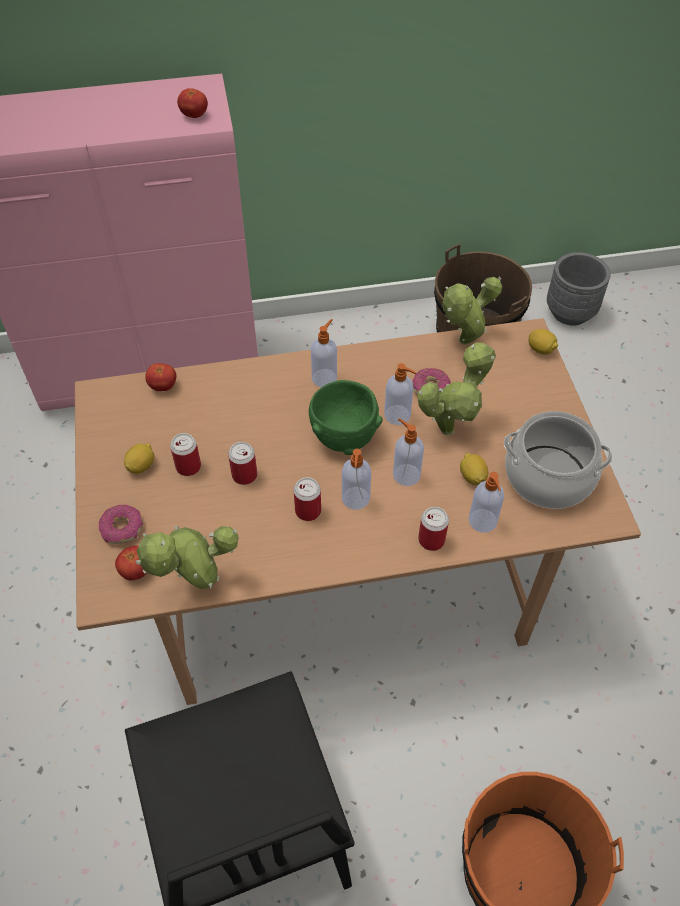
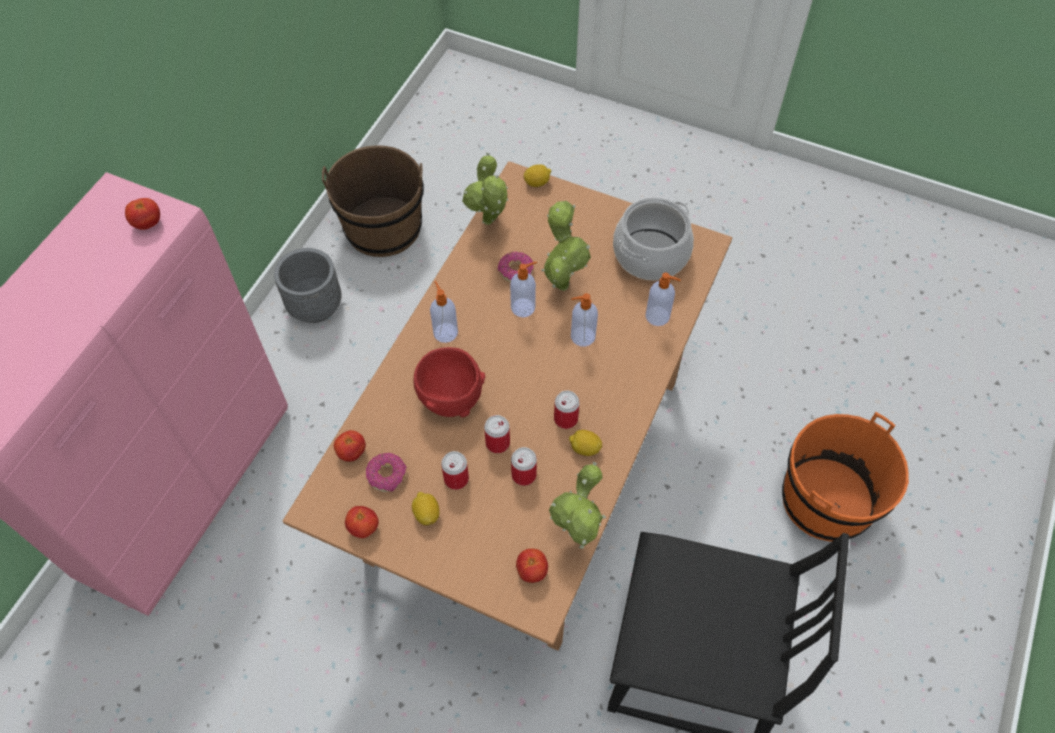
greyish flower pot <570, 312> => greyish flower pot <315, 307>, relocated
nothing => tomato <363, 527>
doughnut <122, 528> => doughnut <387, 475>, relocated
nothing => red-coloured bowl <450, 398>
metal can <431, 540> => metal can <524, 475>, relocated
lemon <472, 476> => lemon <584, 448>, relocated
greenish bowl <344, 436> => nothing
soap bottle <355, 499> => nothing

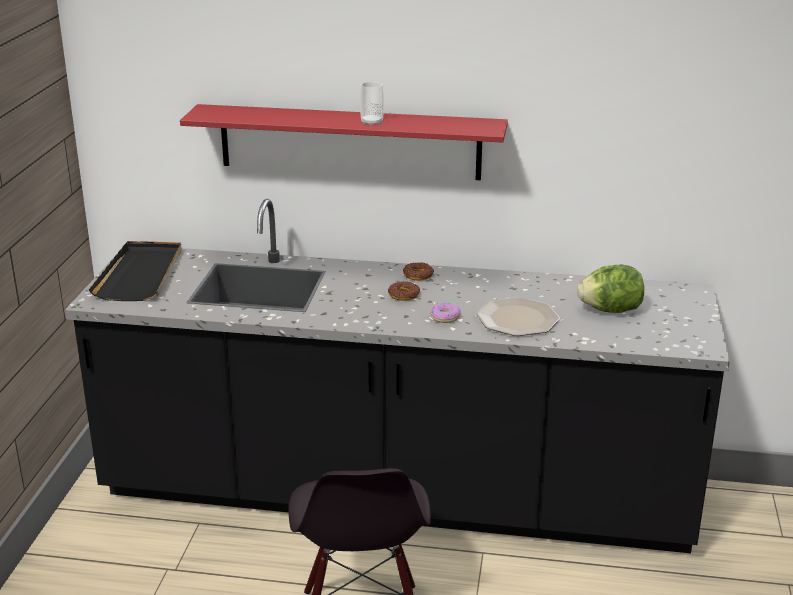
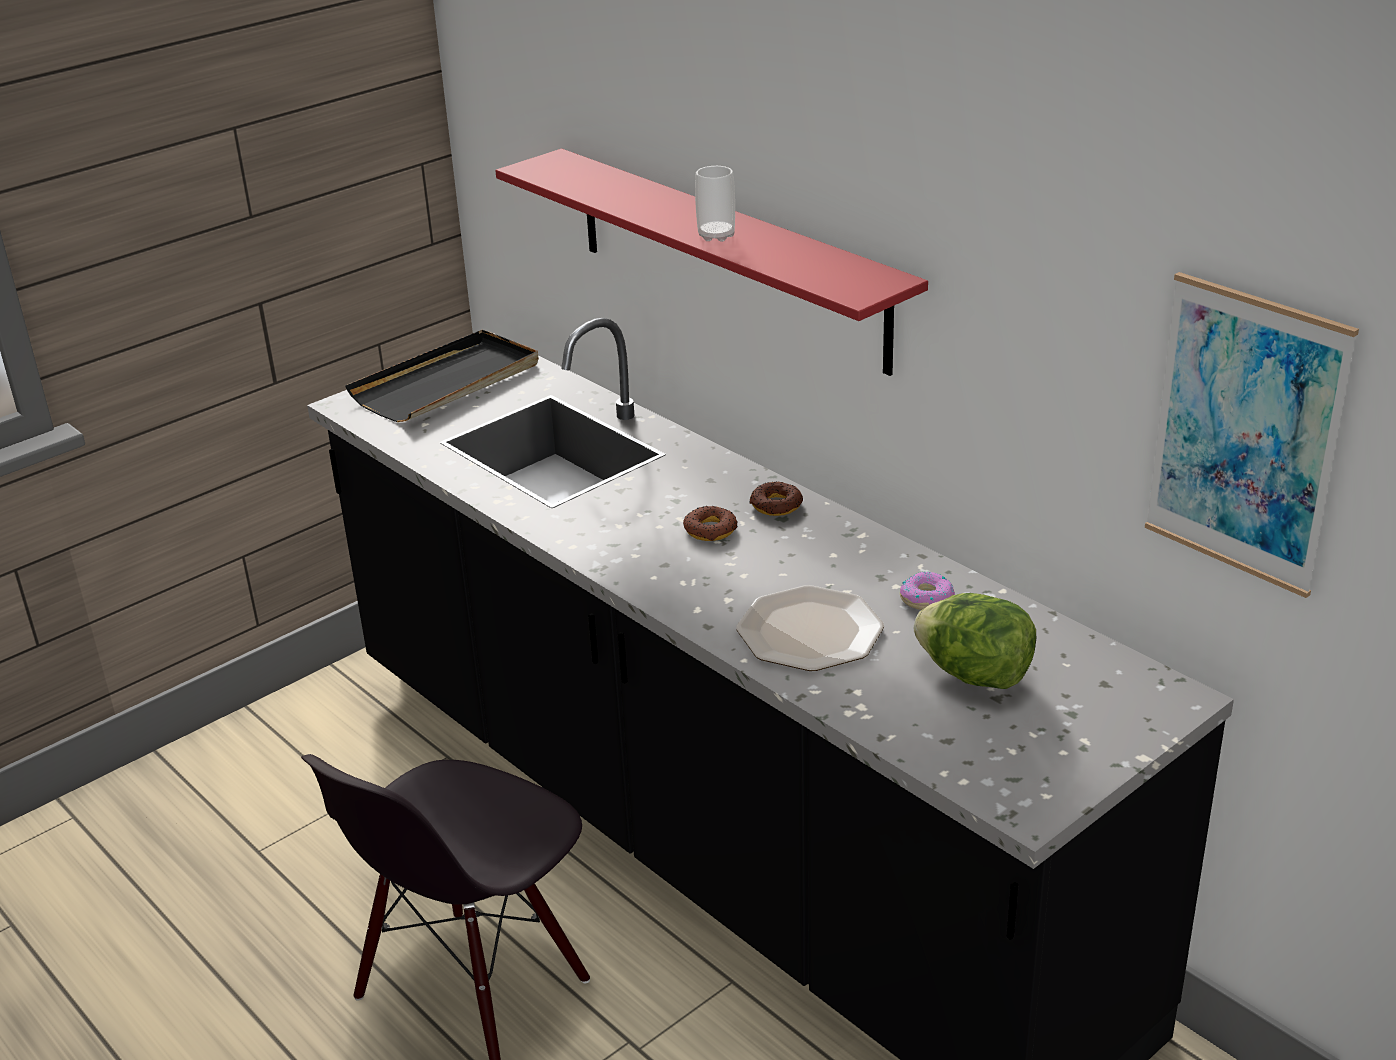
doughnut <445, 317> => doughnut <926, 598>, relocated
nothing => picture <1245, 435>

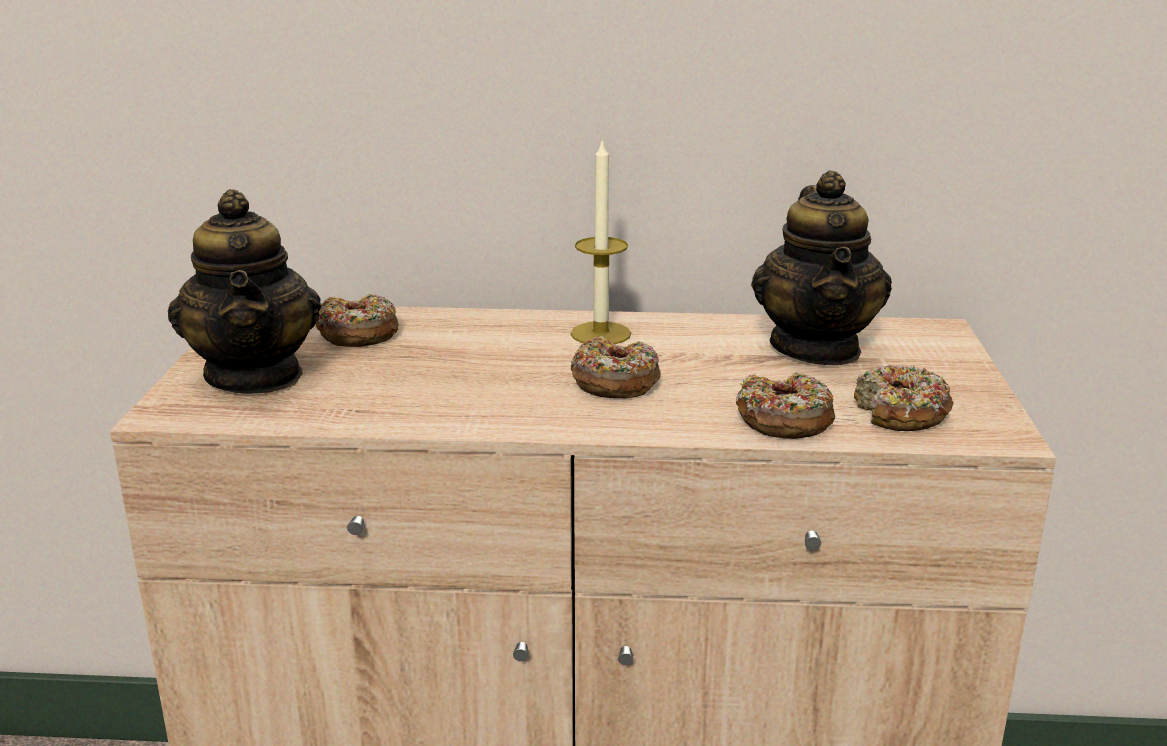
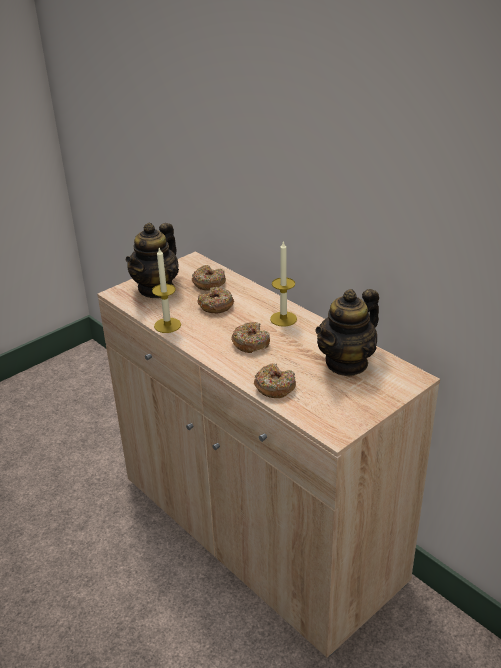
nothing => candle <167, 325>
doughnut <900, 413> => doughnut <216, 306>, relocated

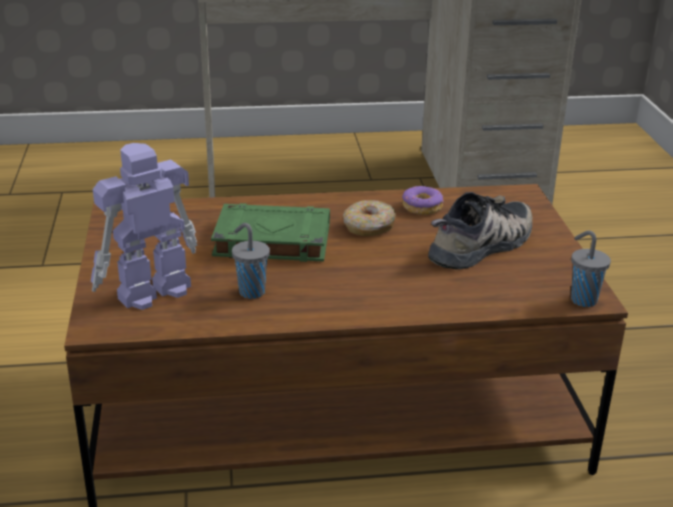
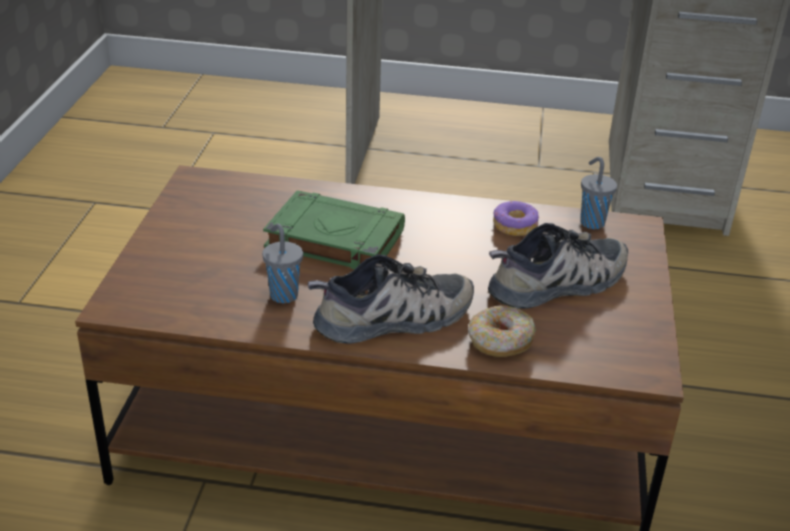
nothing => shoe <394, 319>
doughnut <369, 227> => doughnut <500, 341>, relocated
greyish cup <582, 299> => greyish cup <591, 222>, relocated
toy robot <151, 292> => nothing

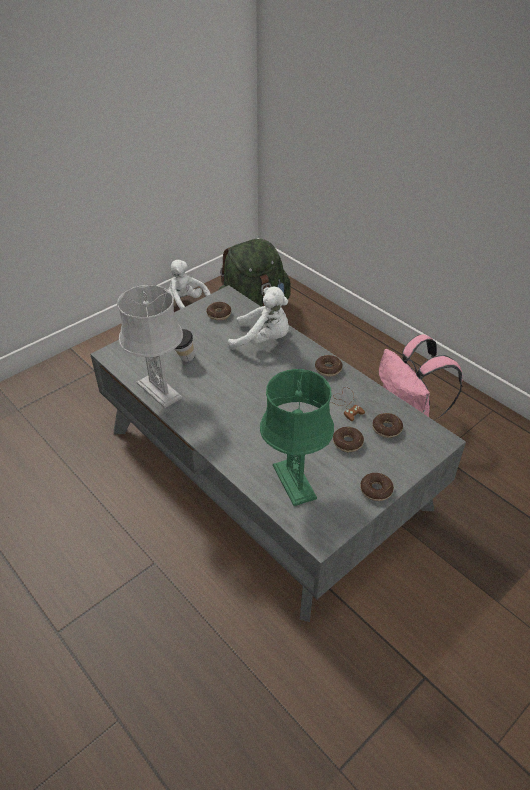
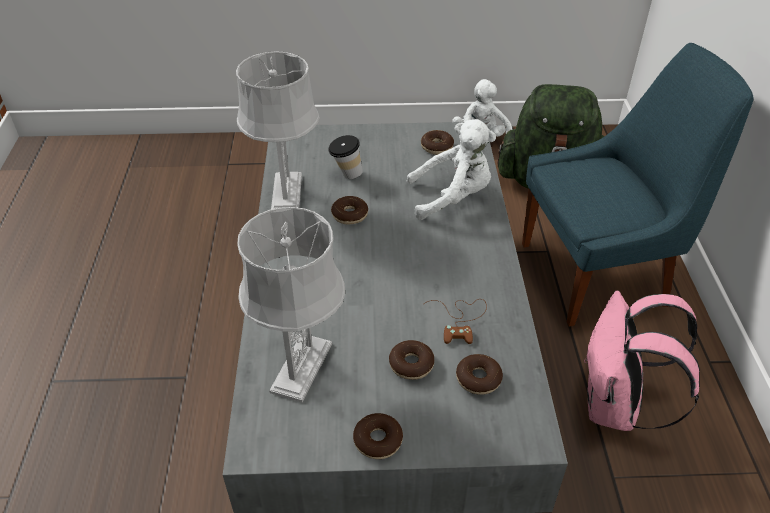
greenish table lamp <293, 481> => greyish table lamp <301, 367>
doughnut <328, 369> => doughnut <349, 215>, relocated
white-coloured cuddly toy <263, 340> => white-coloured cuddly toy <452, 197>, 60 degrees counterclockwise
nothing => blue-coloured plain chair <598, 273>

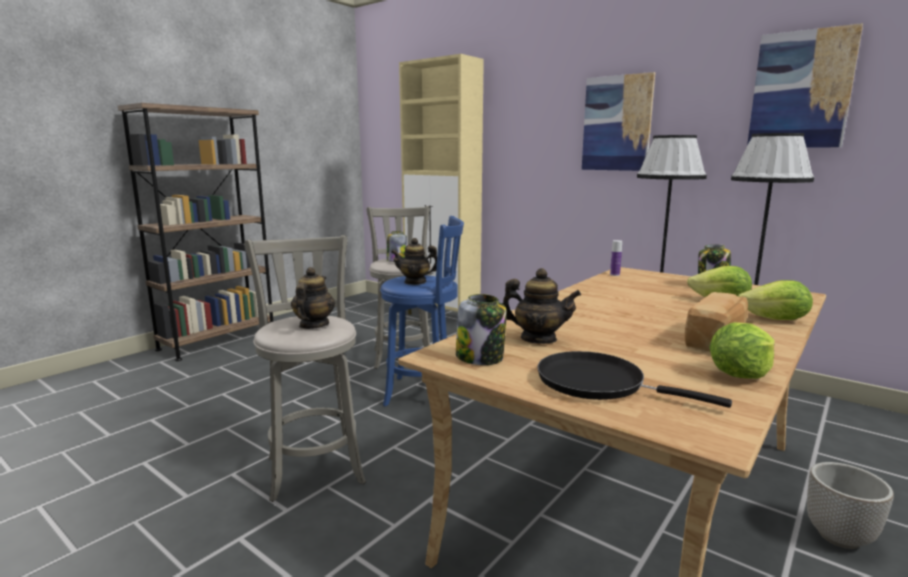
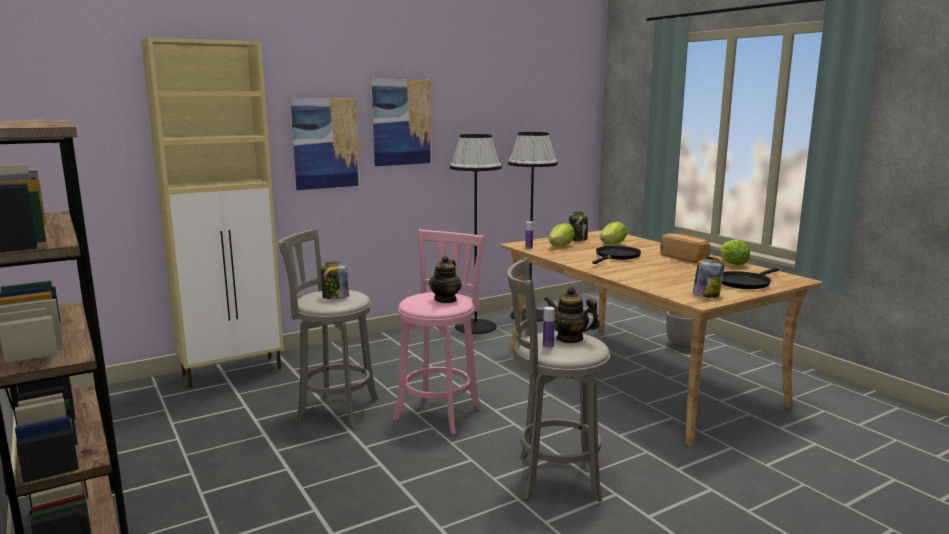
picture <801, 90> => picture <325, 143>, relocated
blue-coloured sitting stool <424, 393> => pink-coloured sitting stool <440, 412>
nothing => beverage bottle <548, 346>
lettuce <775, 320> => lettuce <561, 246>, relocated
nothing => black-coloured frying pan <616, 256>
tea pot <538, 339> => nothing

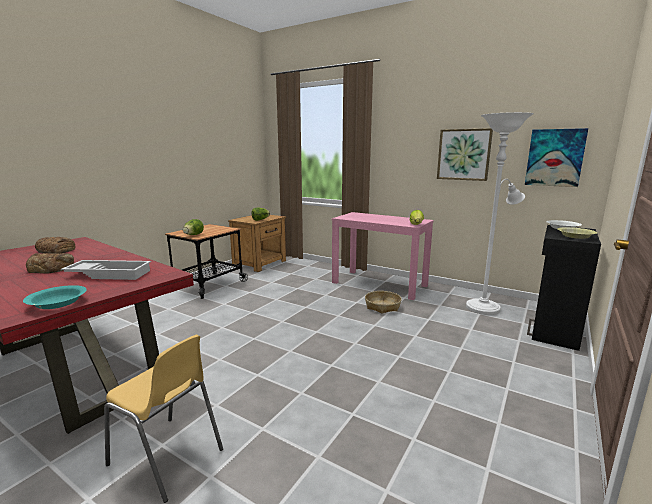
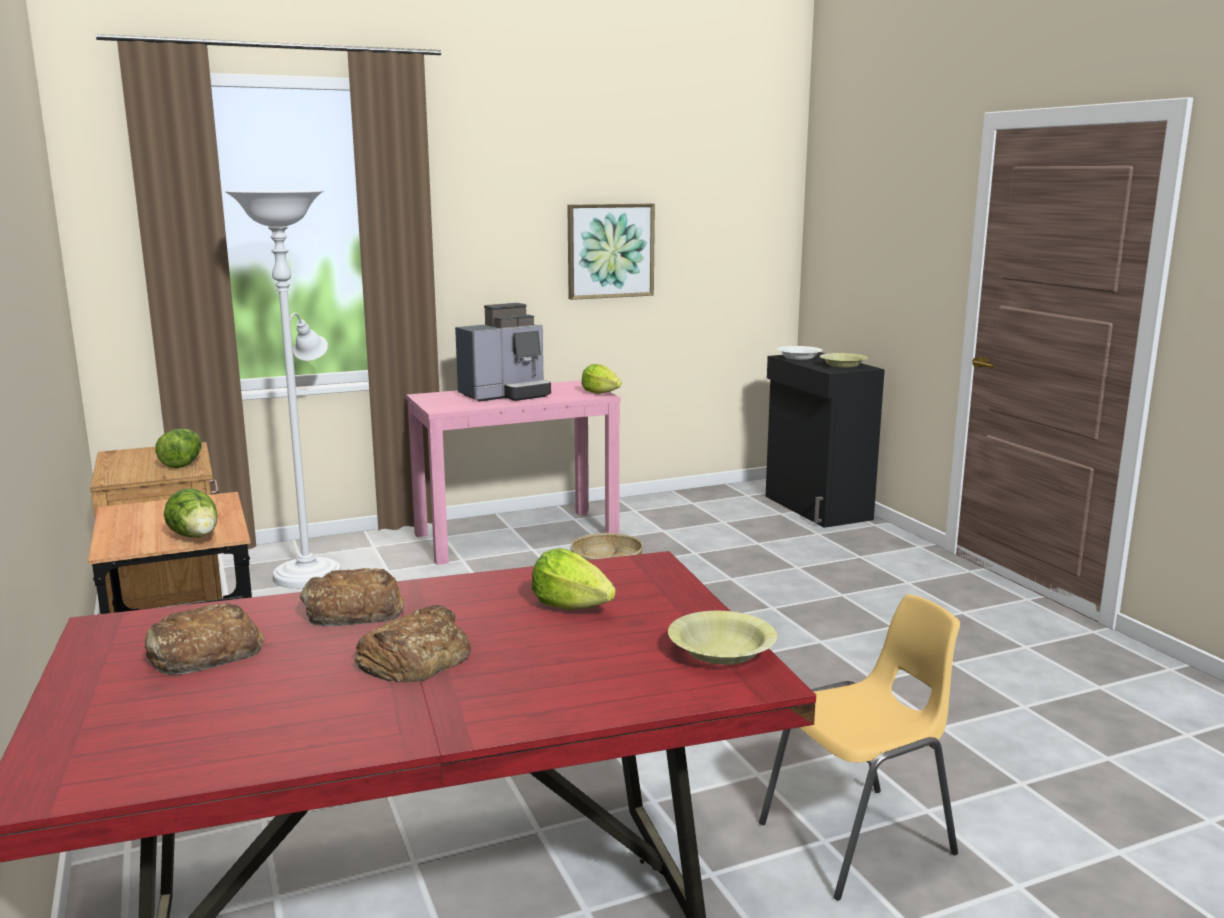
white-coloured standard lamp <485, 307> => white-coloured standard lamp <310, 572>, relocated
nothing => baked bread <353, 610>
nothing => coffee brewer <506, 395>
white-coloured serving tray <110, 274> => lettuce <571, 606>
turquoise-coloured bowl <57, 303> => yellow-coloured bowl <721, 652>
picture <554, 157> => nothing

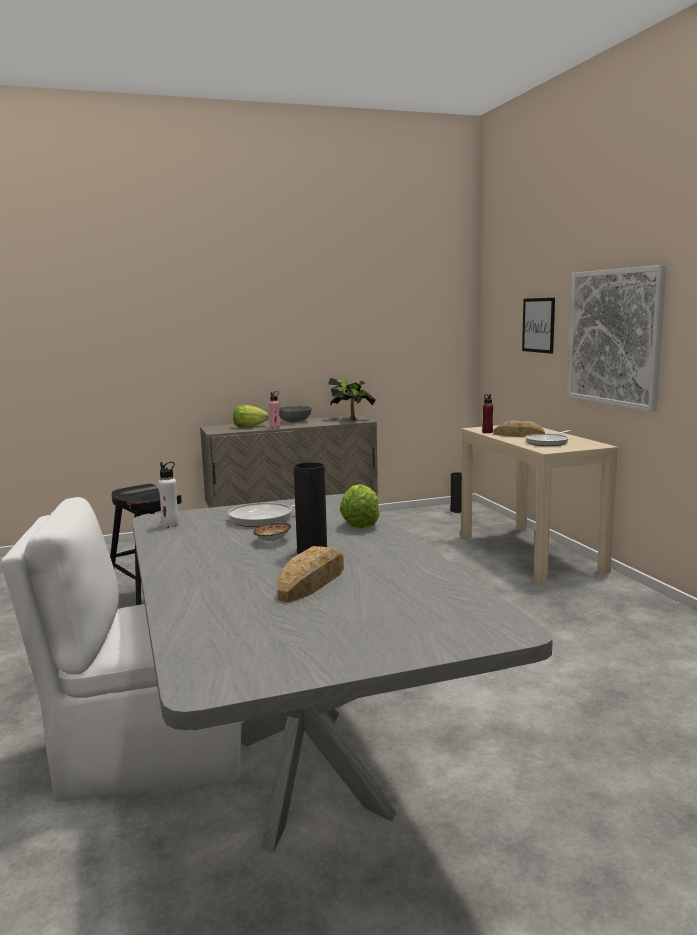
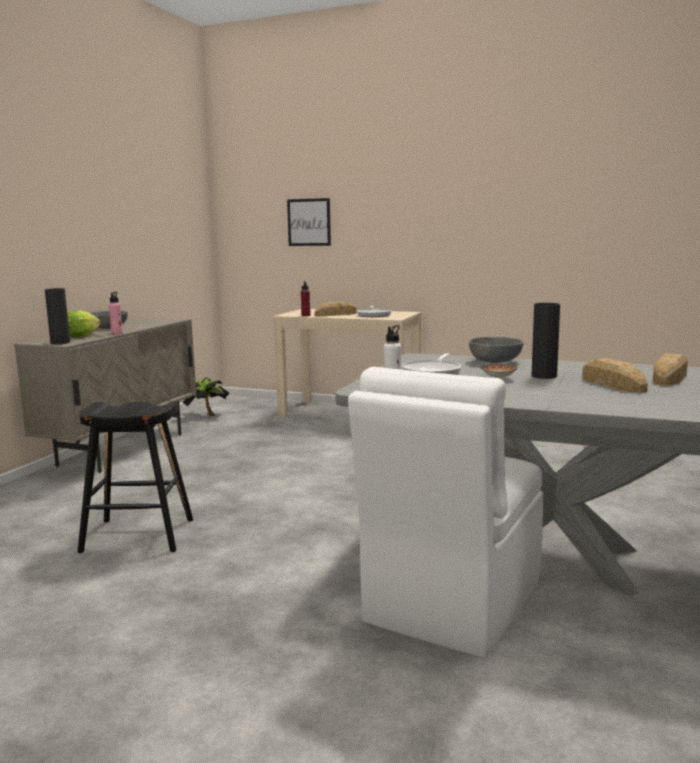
black-coloured vase <457, 511> => black-coloured vase <60, 342>, relocated
plant in a pot <351, 419> => plant in a pot <207, 415>, relocated
lettuce <360, 523> => greyish bowl <495, 361>
nothing => baked bread <670, 377>
picture <614, 337> => nothing

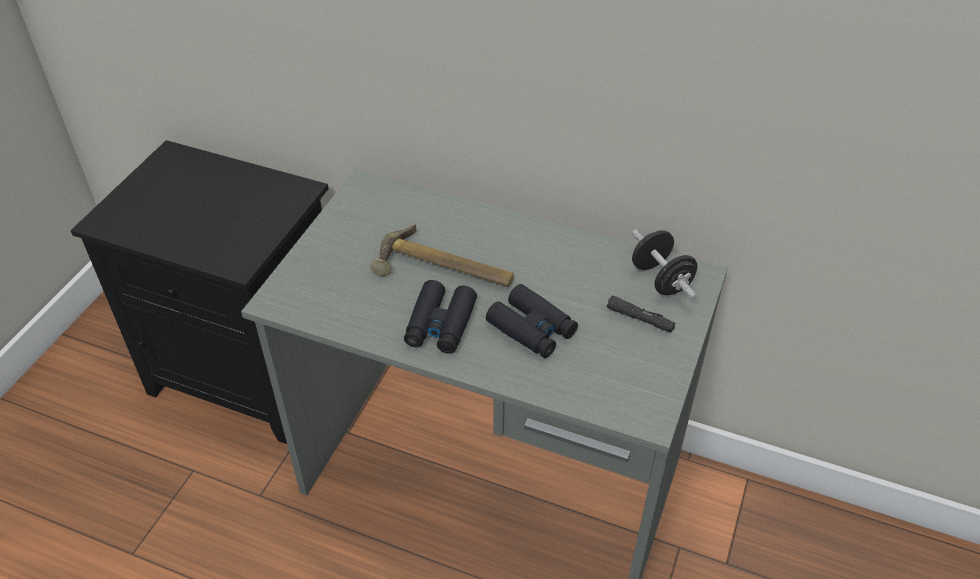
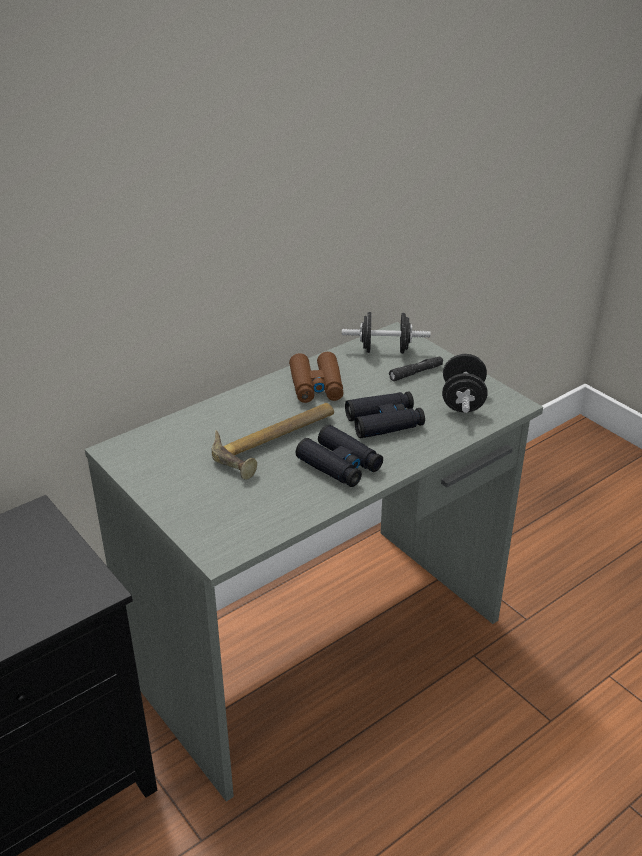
nothing => brown-coloured field glasses <316, 386>
nothing => black-coloured hand weight <462, 401>

